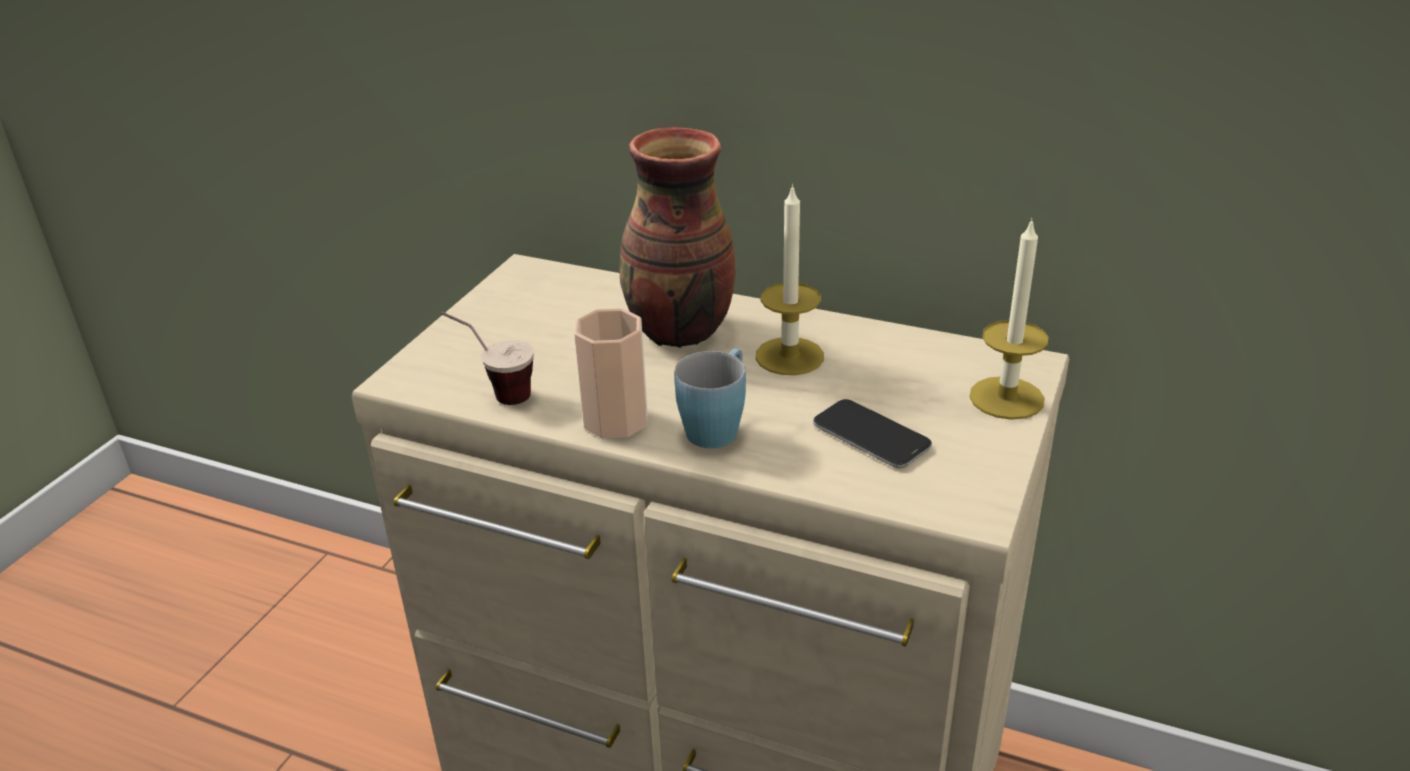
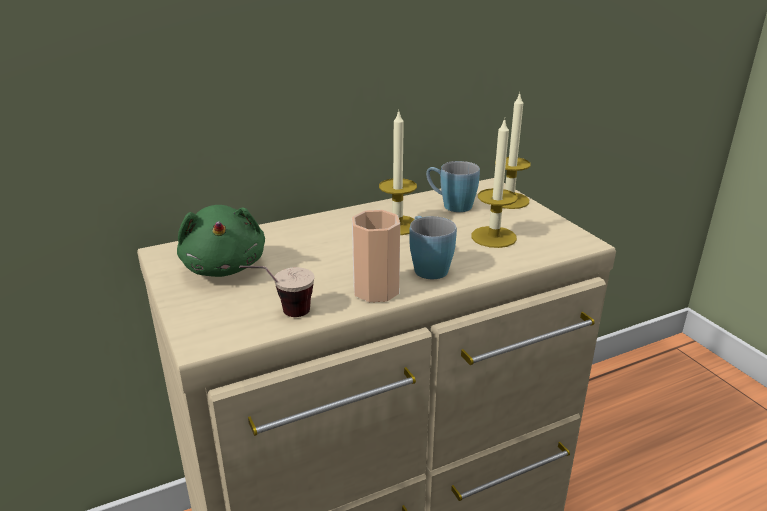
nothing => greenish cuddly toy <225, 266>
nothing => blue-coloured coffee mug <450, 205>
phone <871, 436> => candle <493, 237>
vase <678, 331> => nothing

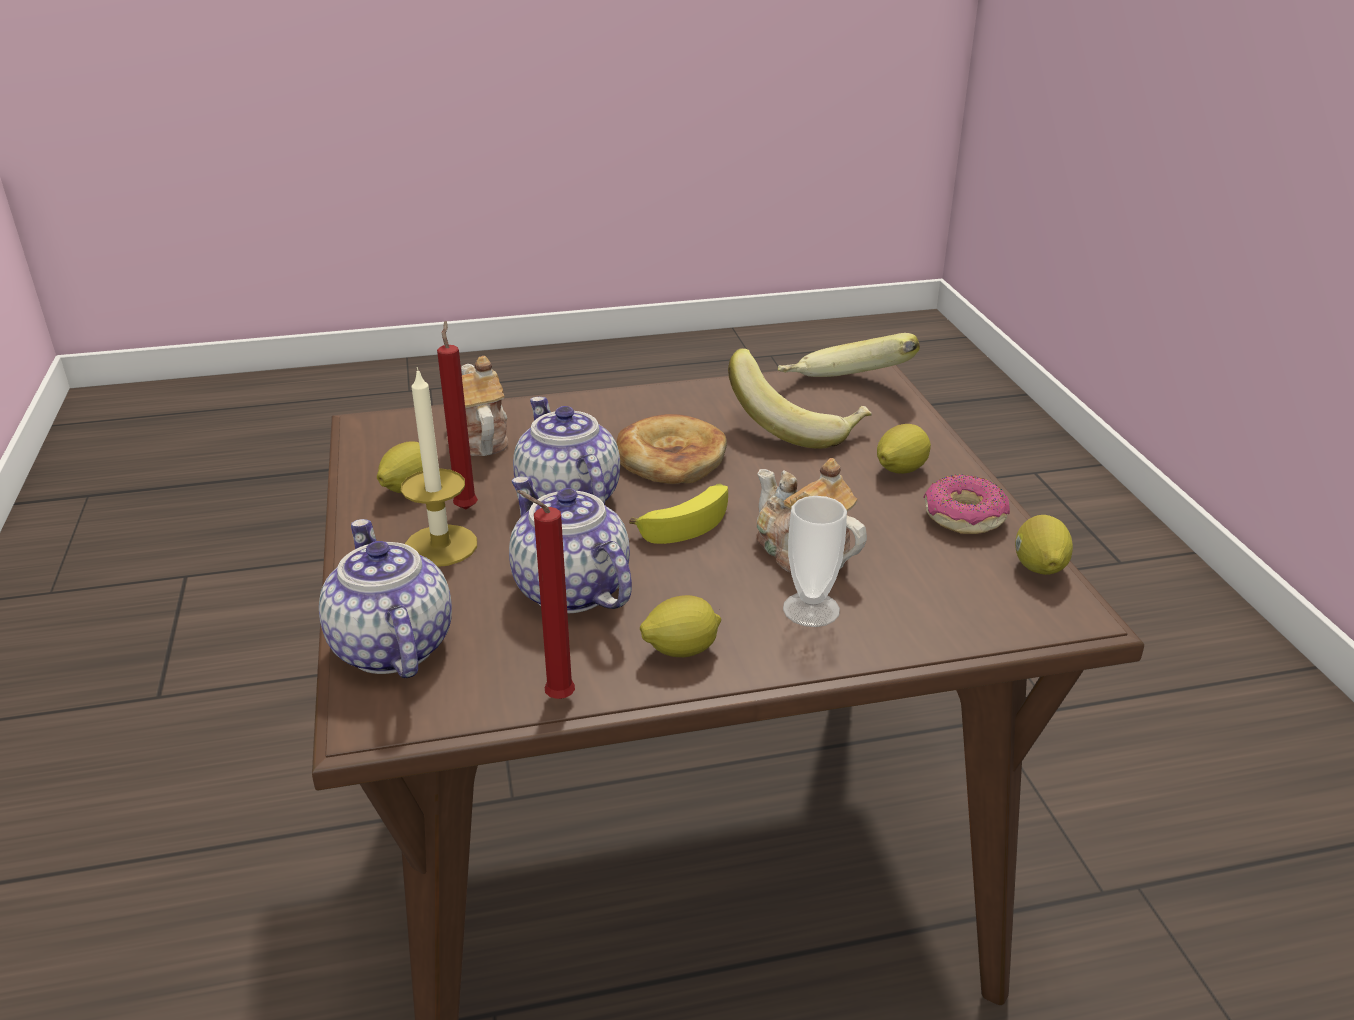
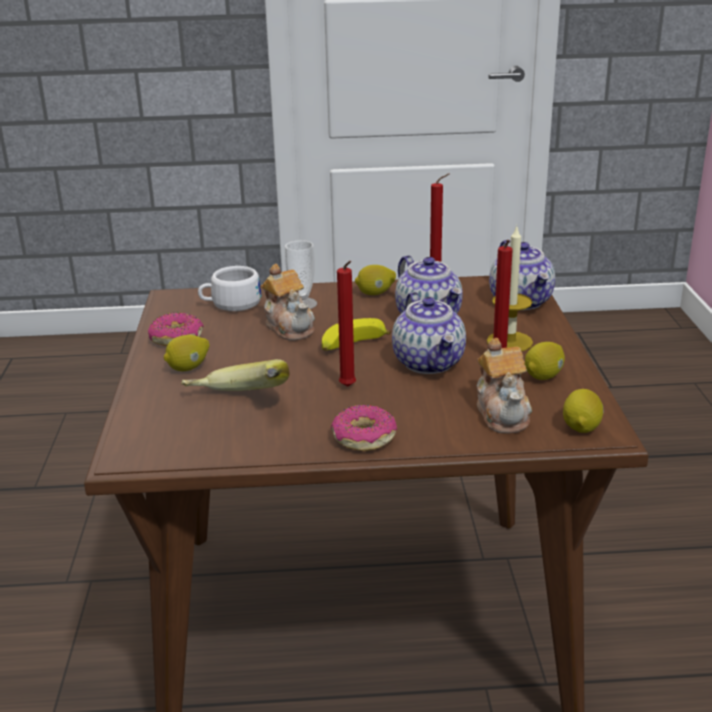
nothing => white-coloured cup <230, 304>
nothing => doughnut <363, 437>
baked bread <670, 456> => red-coloured candle <348, 388>
lemon <1038, 569> => lemon <581, 427>, relocated
banana <844, 390> => nothing

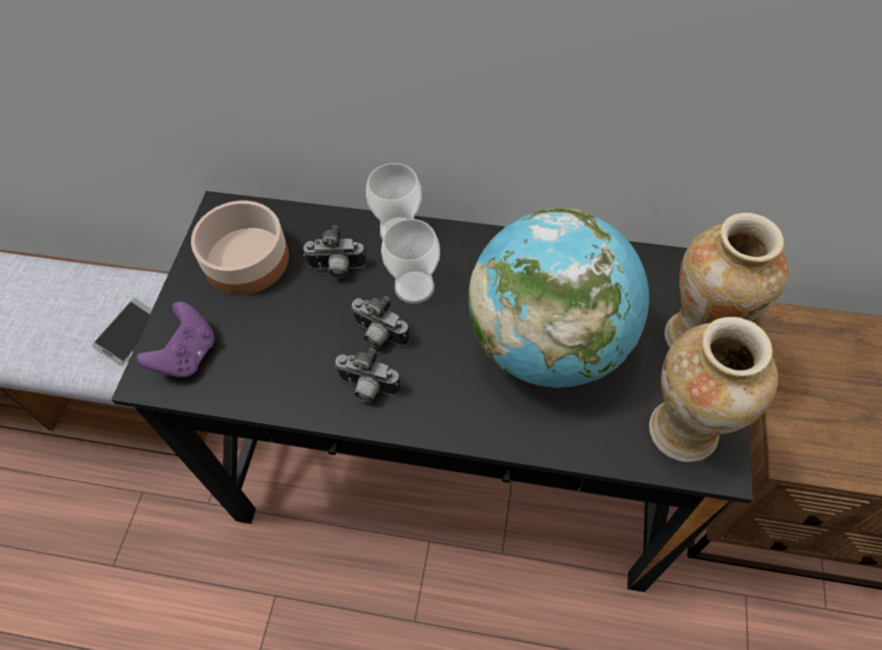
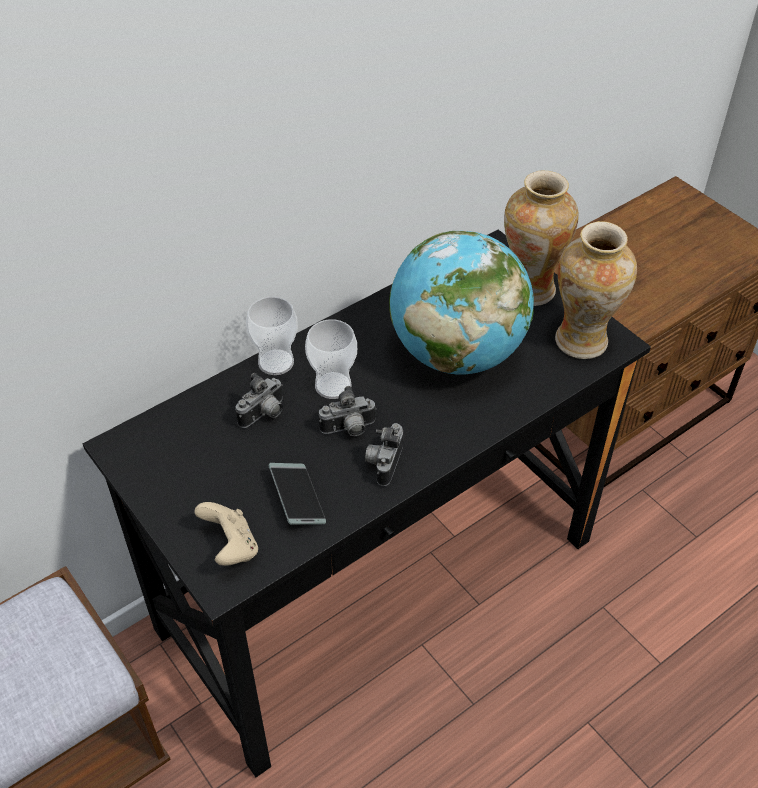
purplish joypad <187, 355> => beige joypad <231, 547>
phone <130, 334> => phone <297, 498>, relocated
photo camera <367, 388> => photo camera <383, 463>, 135 degrees clockwise
bowl <246, 259> => nothing

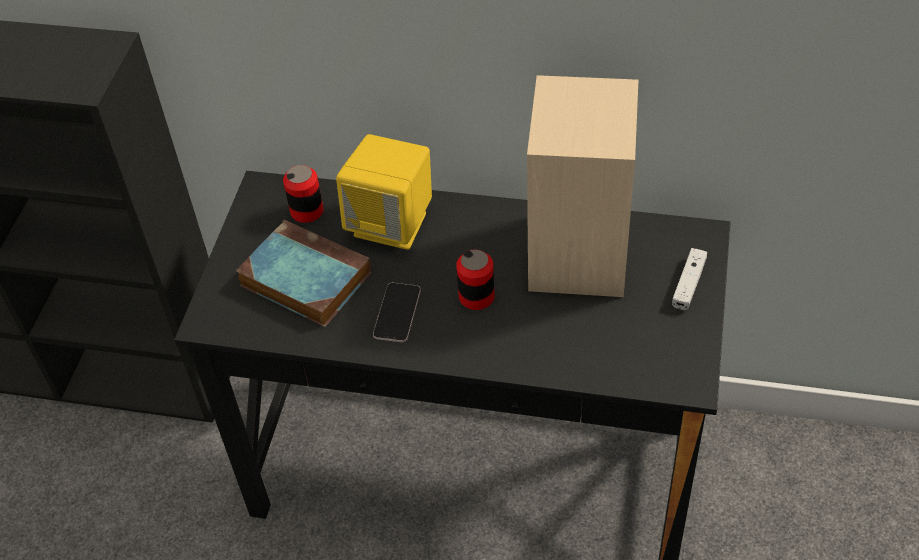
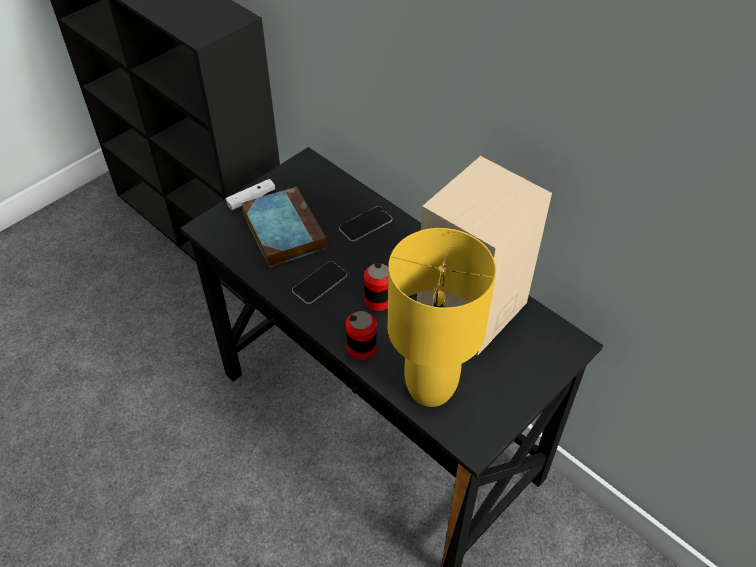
white-coloured joypad <688, 284> => white-coloured joypad <251, 199>, relocated
yellow-coloured speaker <391, 224> => phone <365, 224>
metal can <307, 211> => metal can <361, 348>, relocated
nothing => yellow-coloured table lamp <431, 389>

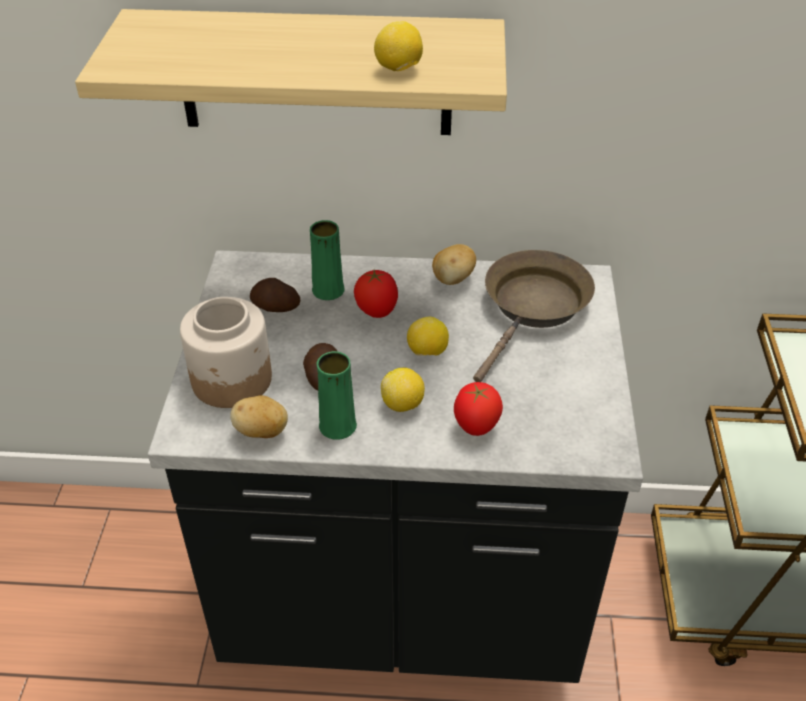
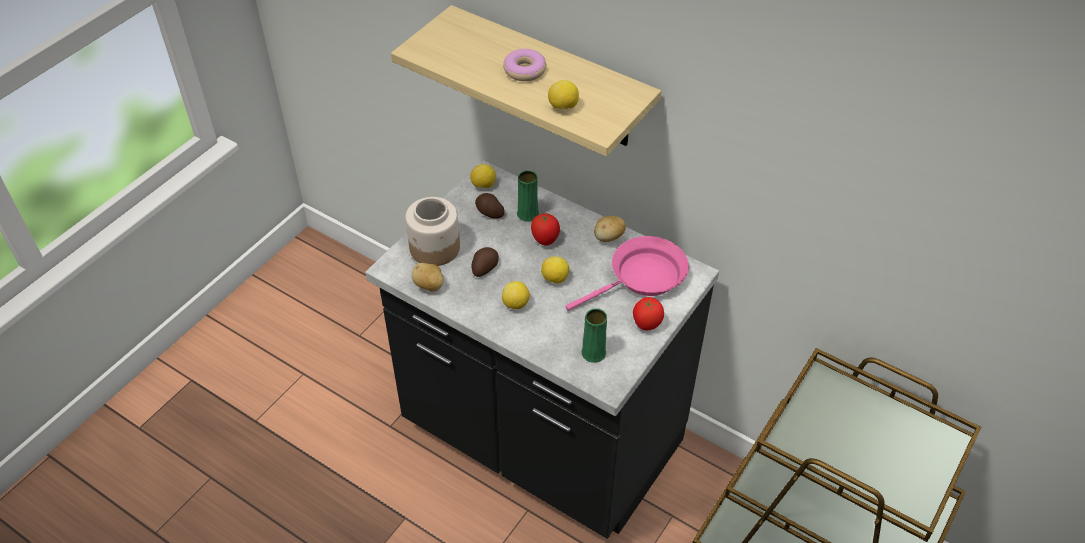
nothing => lemon <483, 185>
nothing => doughnut <524, 70>
brown-coloured frying pan <533, 308> => pink-coloured frying pan <642, 278>
greenish vase <337, 426> => greenish vase <593, 353>, relocated
tomato <475, 428> => tomato <646, 325>, relocated

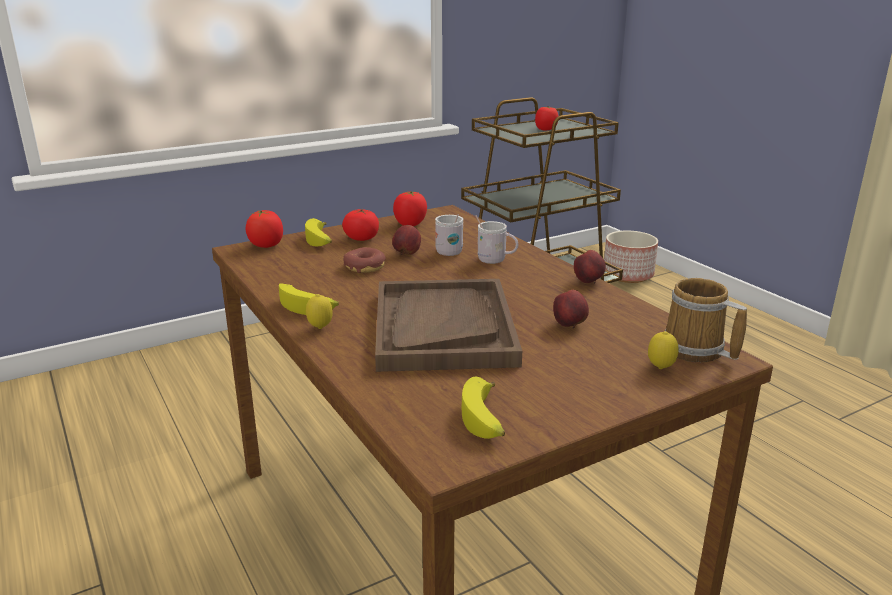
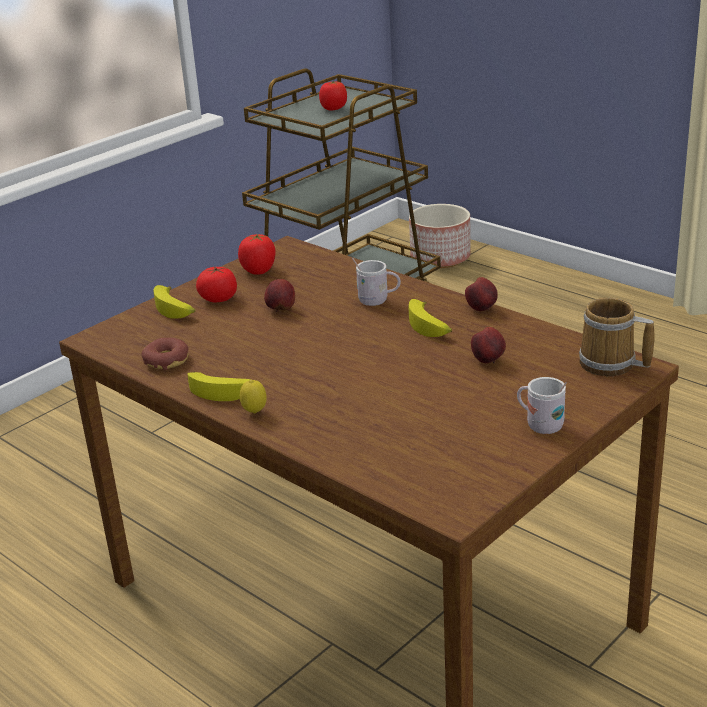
doughnut <365, 267> => doughnut <166, 360>, relocated
banana <485, 419> => banana <430, 326>, relocated
white-coloured coffee mug <446, 251> => white-coloured coffee mug <540, 425>, relocated
tomato <266, 245> => nothing
brown-coloured serving tray <443, 327> => nothing
lemon <660, 369> => nothing

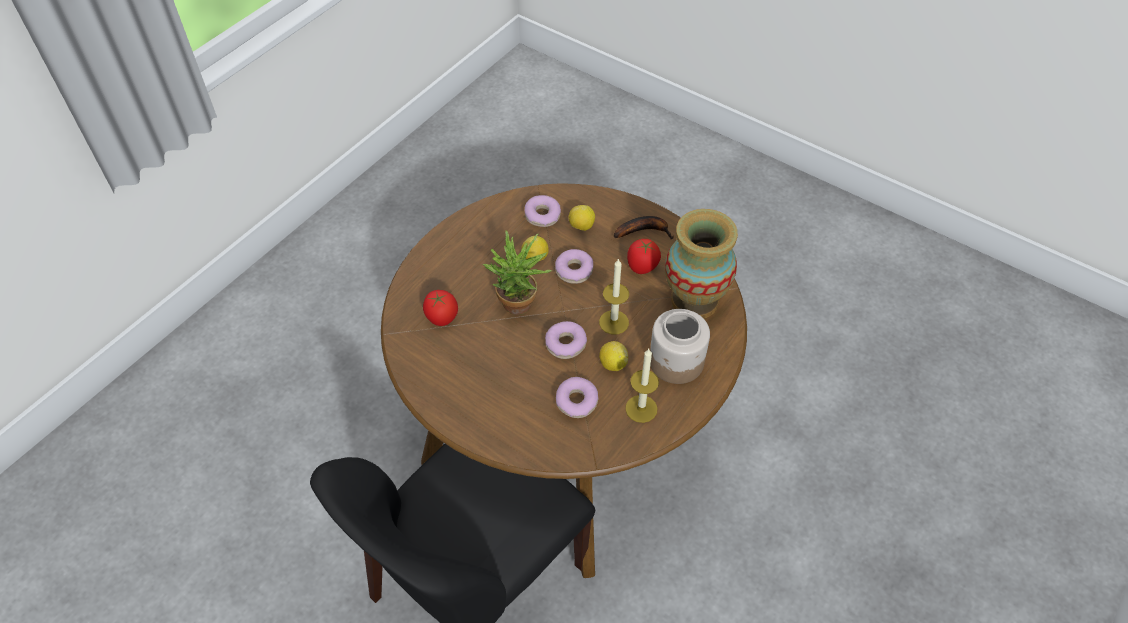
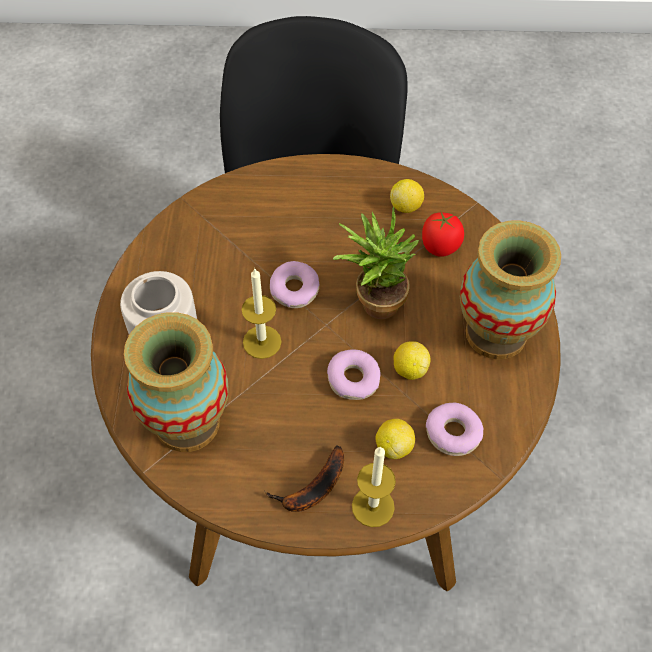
candle <641, 408> => candle <373, 506>, relocated
lemon <613, 364> => lemon <406, 206>, relocated
nothing => vase <496, 333>
doughnut <576, 401> => nothing
tomato <642, 267> => nothing

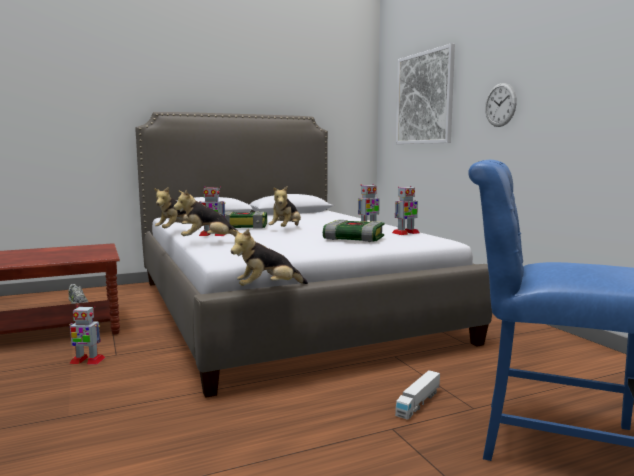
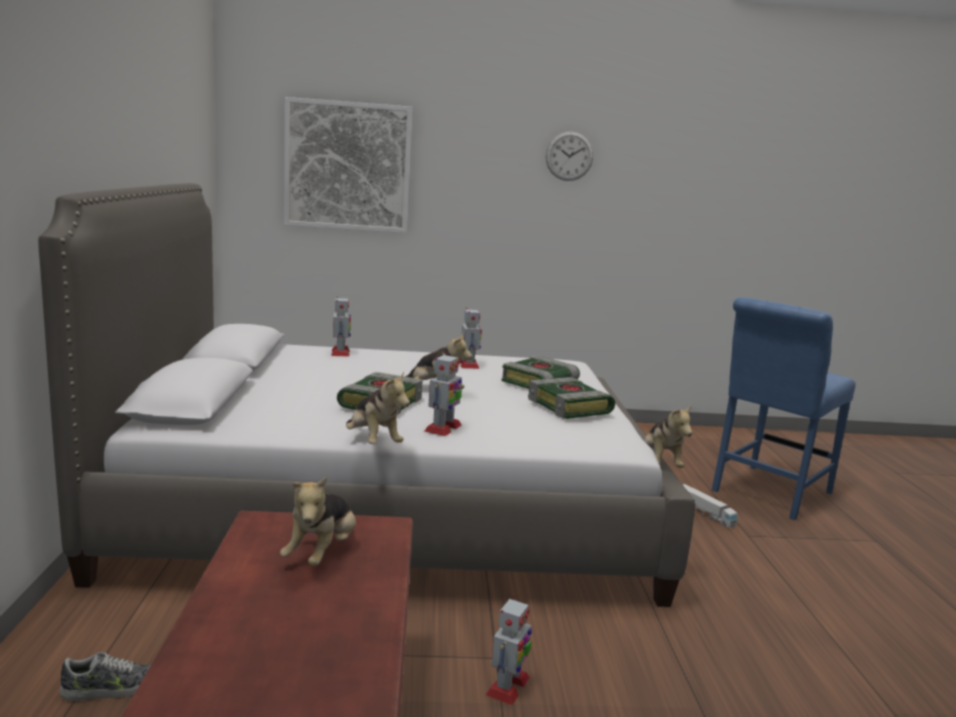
cuddly toy <209, 241> => cuddly toy <322, 553>, relocated
toy robot <405, 233> => toy robot <340, 352>, relocated
nothing => volume <570, 407>
hanging clock <500, 105> => hanging clock <569, 156>, relocated

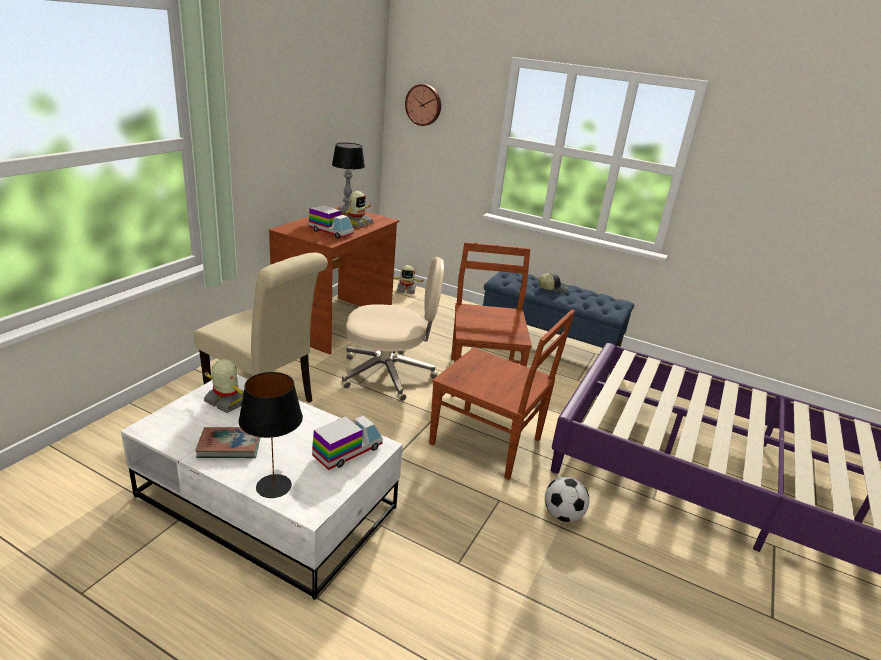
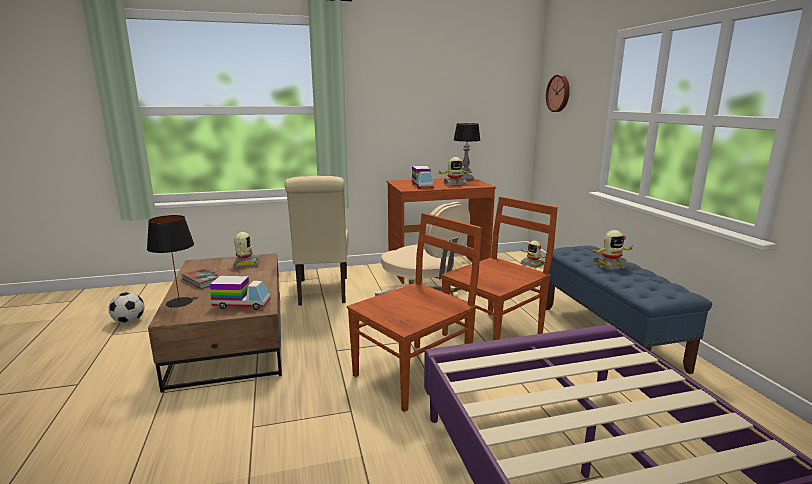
football ball <562, 515> => football ball <129, 321>, relocated
white-coloured low table <265, 501> => brown-coloured low table <230, 337>
brown-coloured plain chair <488, 443> => brown-coloured plain chair <414, 374>, 120 degrees counterclockwise
cap <552, 288> => toy robot <611, 265>

